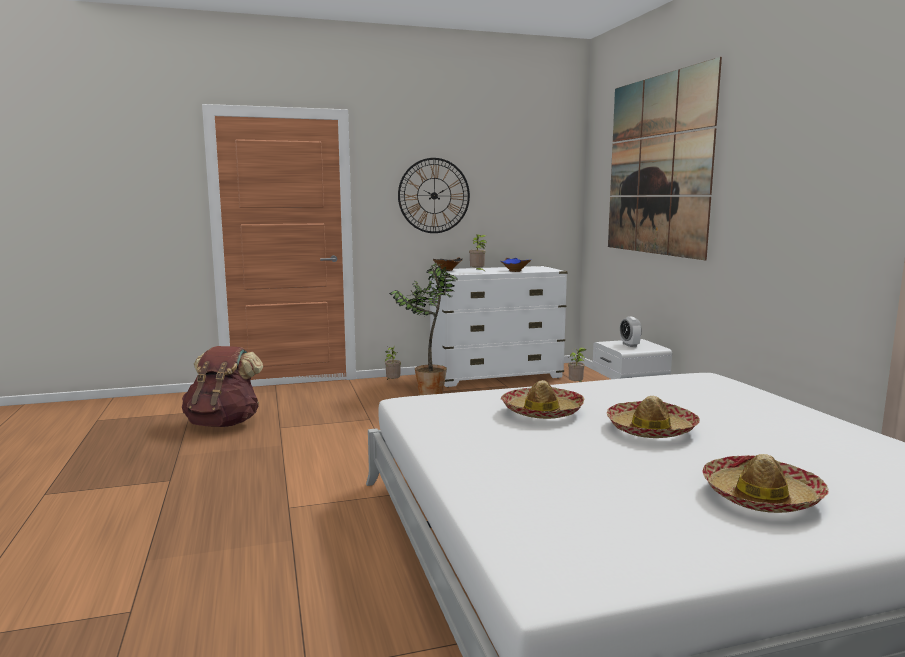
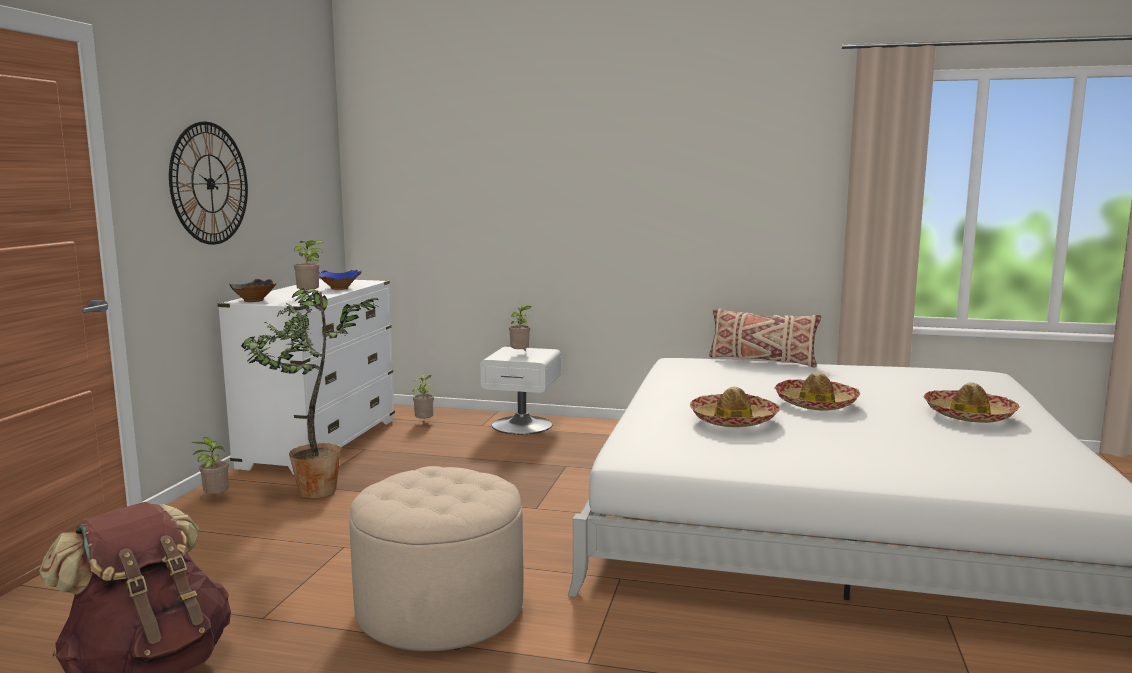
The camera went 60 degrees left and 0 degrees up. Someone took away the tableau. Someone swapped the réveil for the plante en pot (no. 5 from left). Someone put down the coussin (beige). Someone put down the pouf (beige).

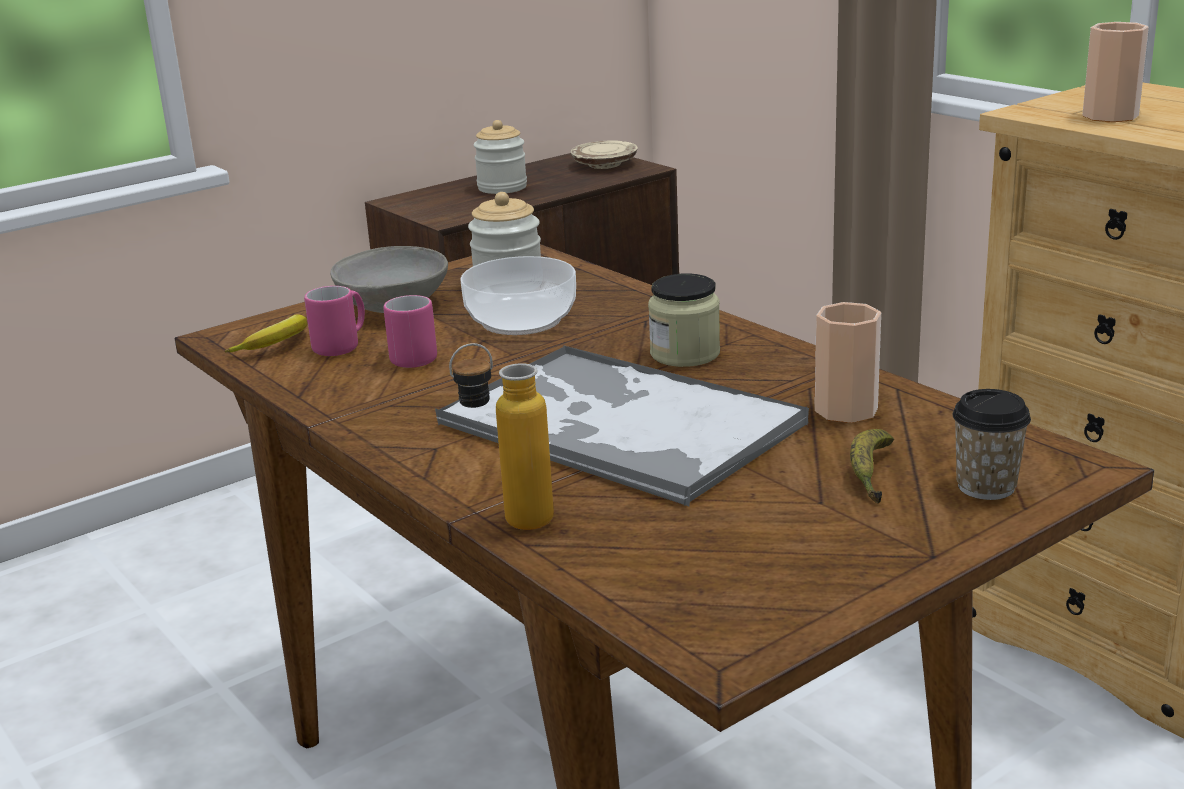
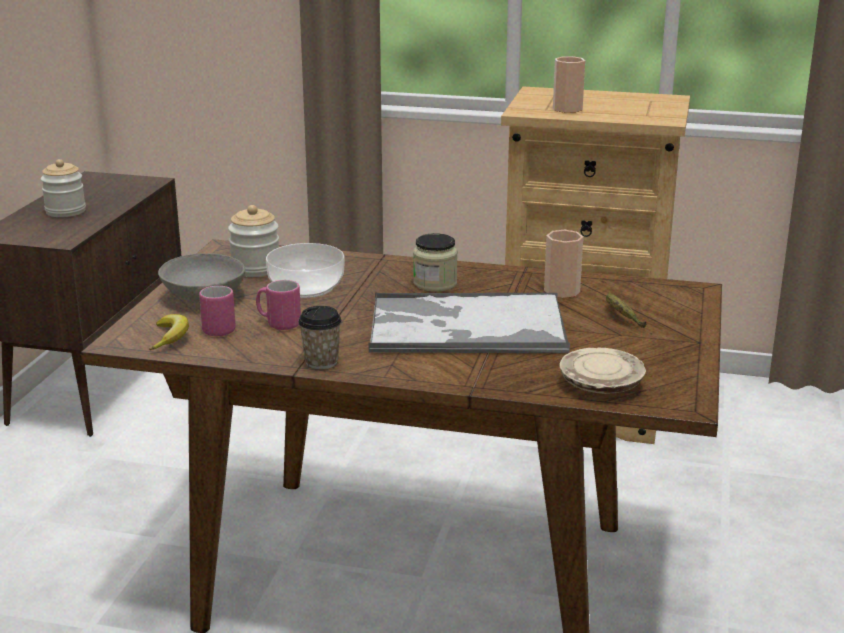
The camera went 40 degrees left and 0 degrees up. Someone carried the assiette (beige). Someone took away the bouteille. Someone carried the tasse (no. 2 from left in the first image).

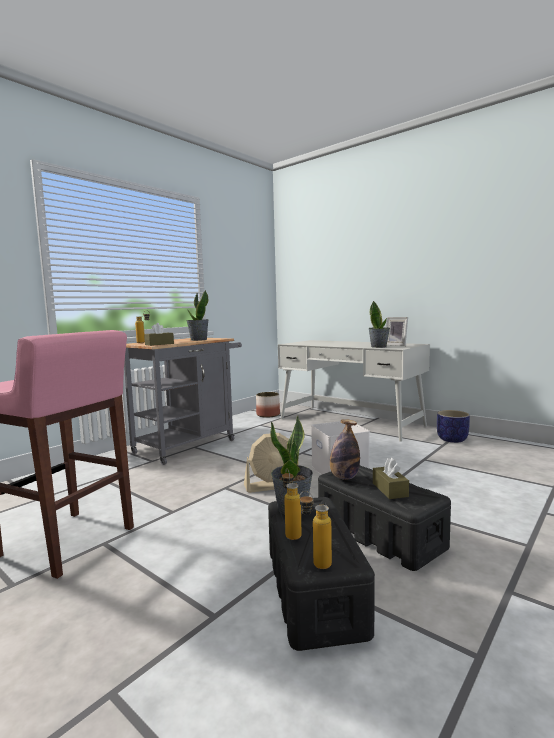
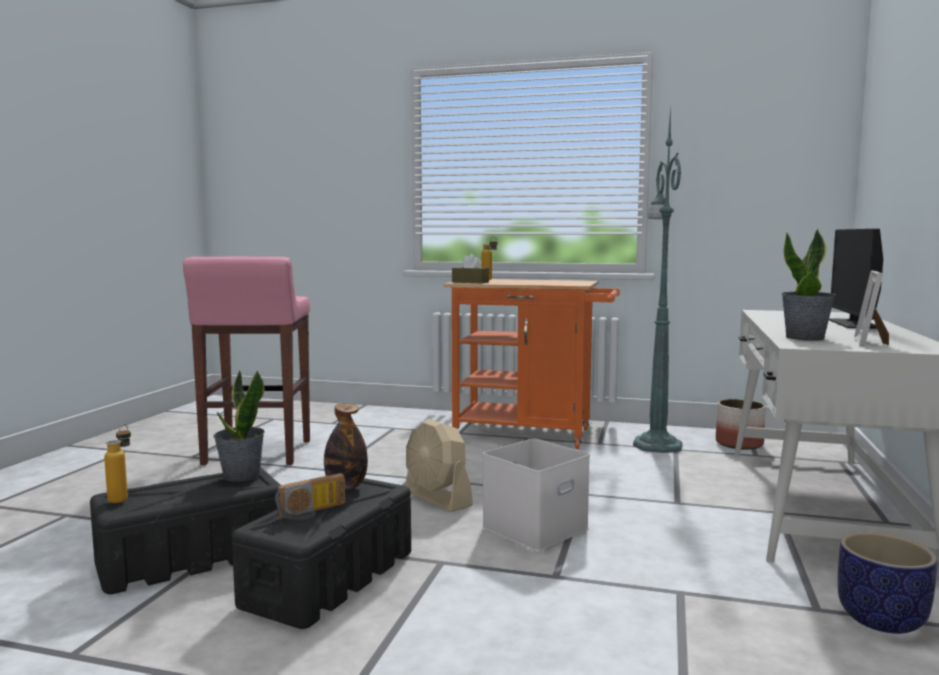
The camera went 65 degrees right and 0 degrees up. Someone took away the plante en pot (no. 1 from left). Someone repainted the chariot (gris), which became the chariot (orange). Someone swapped the boîte à mouchoirs (marron) (no. 2 from left) for the radio. Someone took away the bouteille (no. 2 from left). Someone put down the lampadaire (vert). Someone put down the écran d'ordinateur.

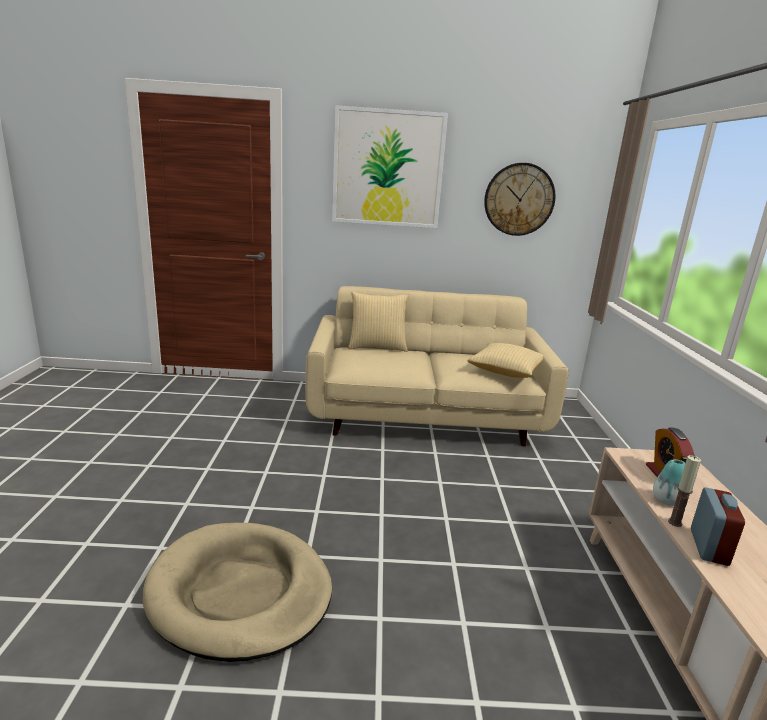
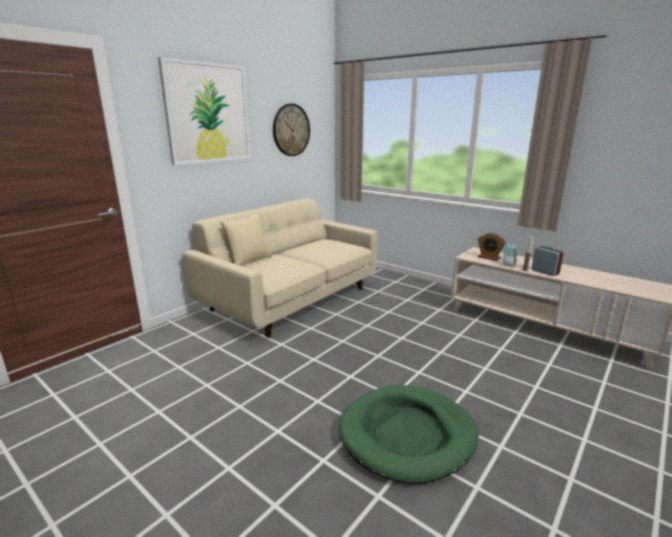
The camera went 50 degrees left and 0 degrees up. Someone took away the coussin (no. 2 from left). Someone repainted the panier pour chien (beige), which became the panier pour chien (vert).

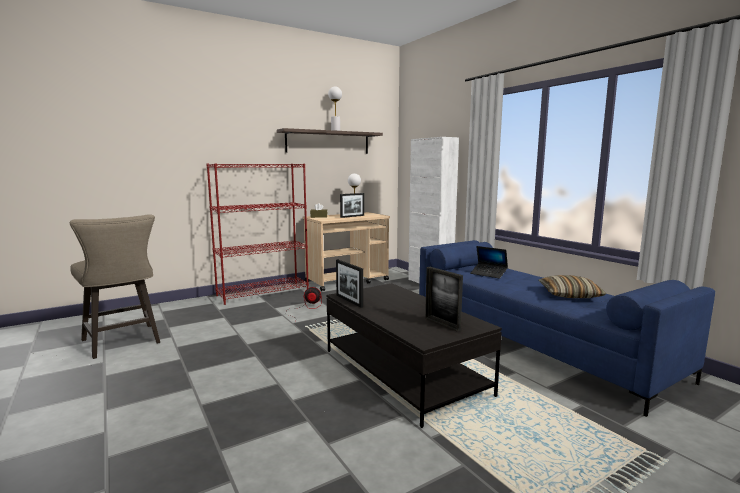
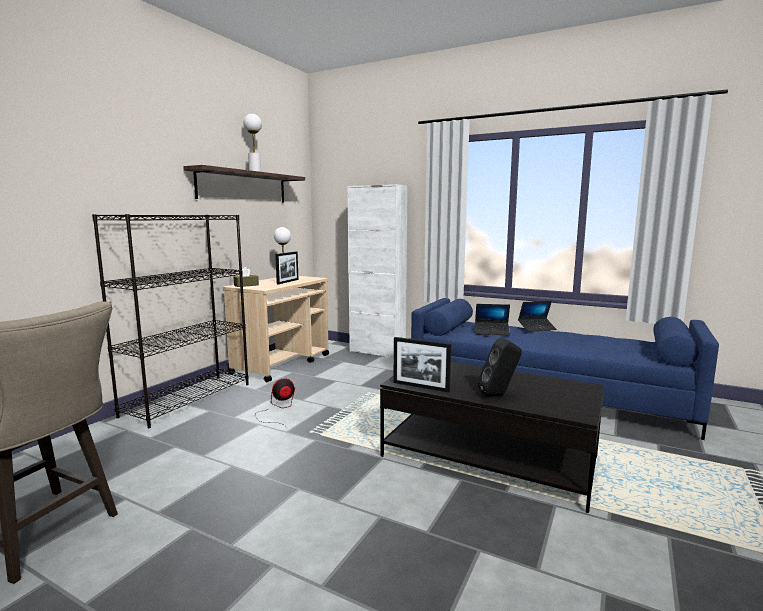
The camera went 30 degrees left and 0 degrees up. Someone repainted the bibliothèque (rouge), which became the bibliothèque (noir). Someone took away the cadre photo (no. 3 from left). Someone took away the coussin. Someone put down the ordinateur portable (no. 2 from left). Someone put down the enceinte (noir).

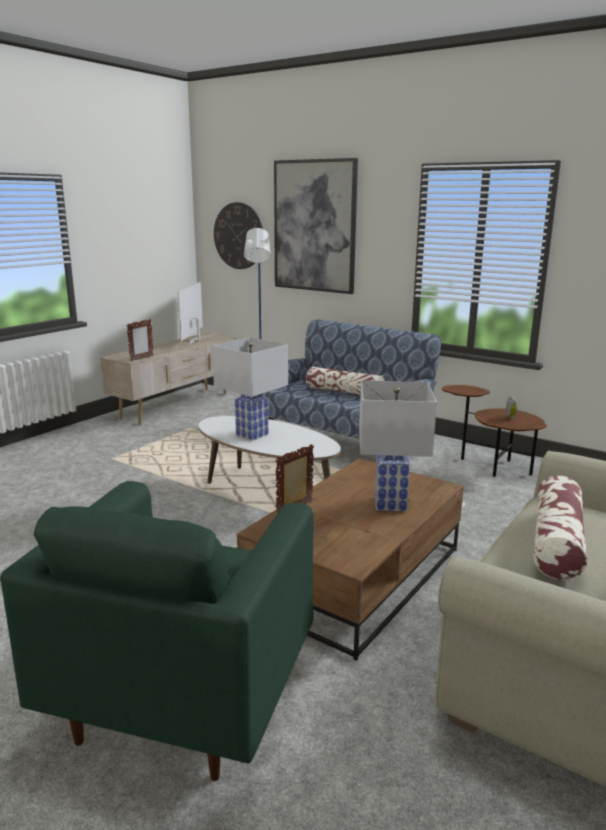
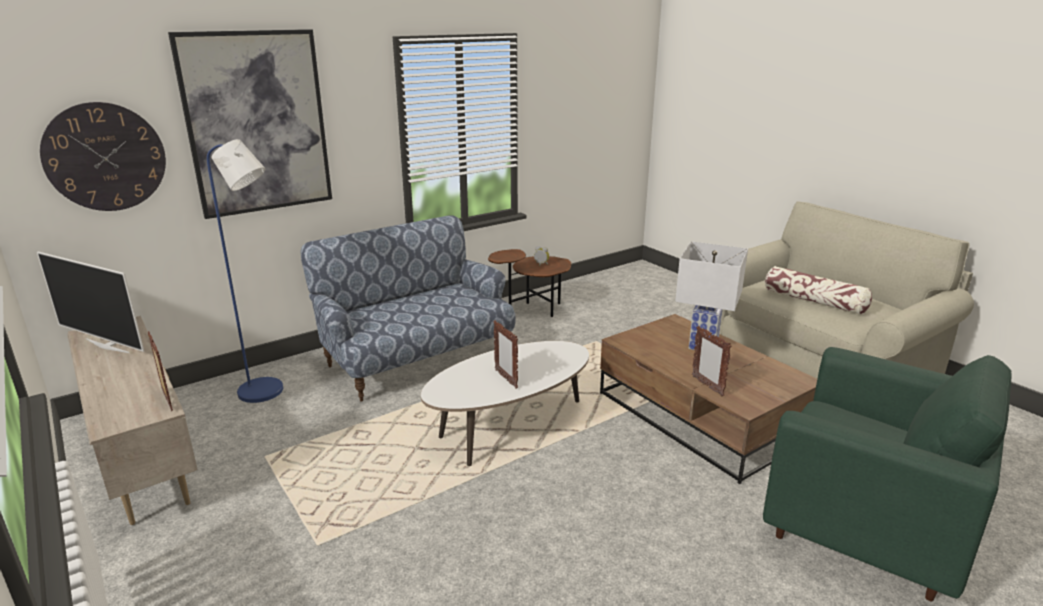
The camera went 70 degrees left and 5 degrees up. Someone swapped the lampe de table (blanc) (no. 1 from left) for the cadre photo (no. 2 from left). Someone took away the coussin (no. 1 from left).

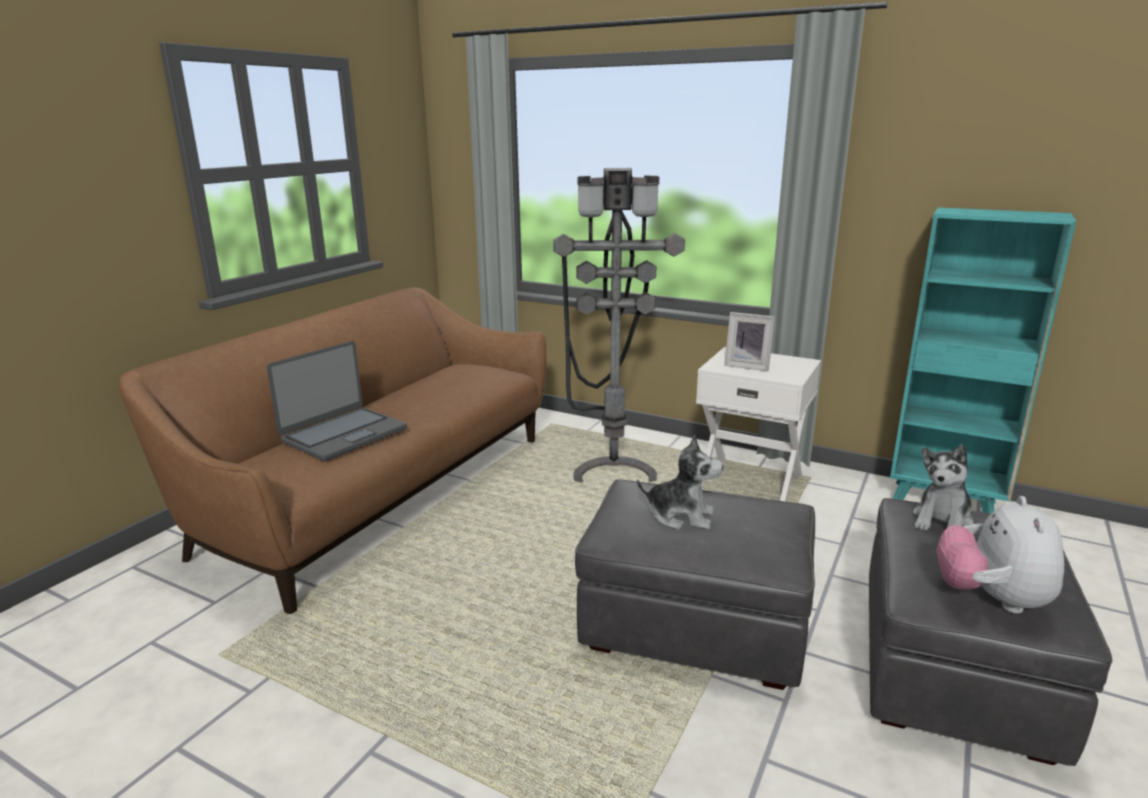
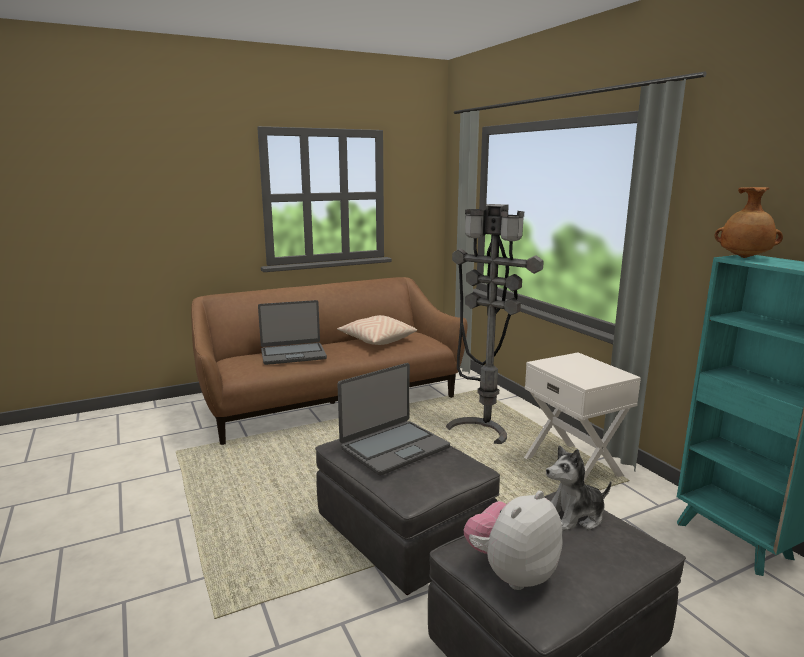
The camera went 35 degrees right and 5 degrees down. Someone took away the cadre photo. Someone swapped the peluche (no. 1 from left) for the ordinateur portable (no. 2 from left). Someone put down the vase (marron). Someone put down the coussin (beige).

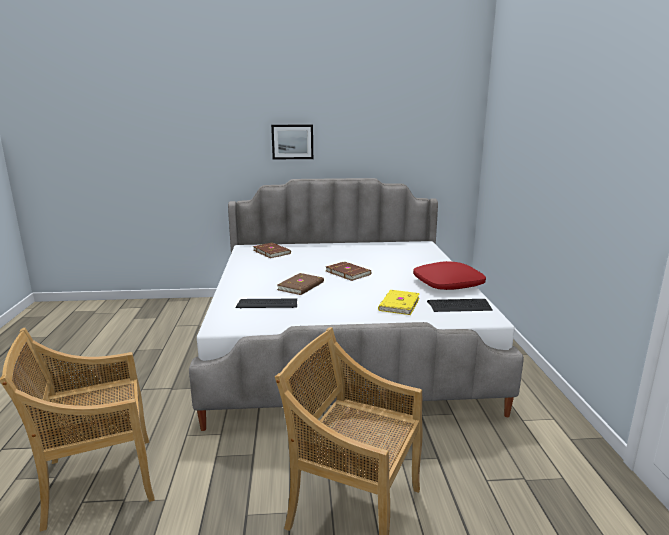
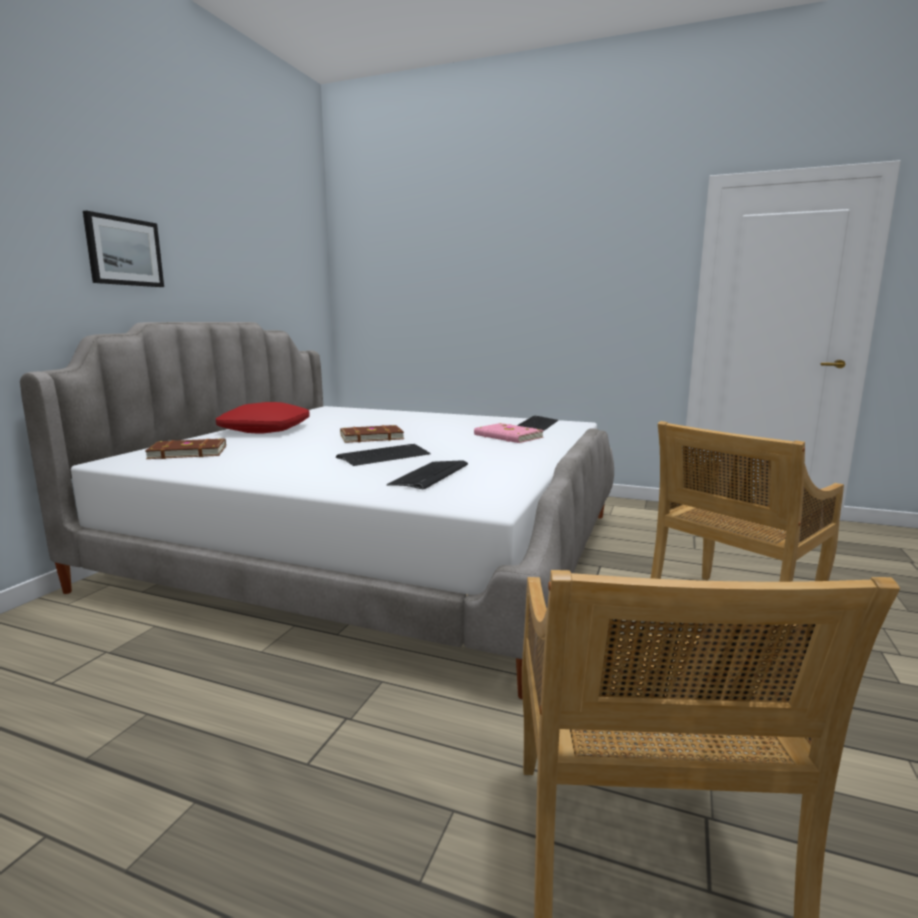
The camera went 65 degrees left and 5 degrees down. Someone carried the coussin (rouge). Someone swapped the livre (marron) (no. 2 from left) for the clavier (no. 1 from left). Someone repainted the livre (jaune), which became the livre (rose).

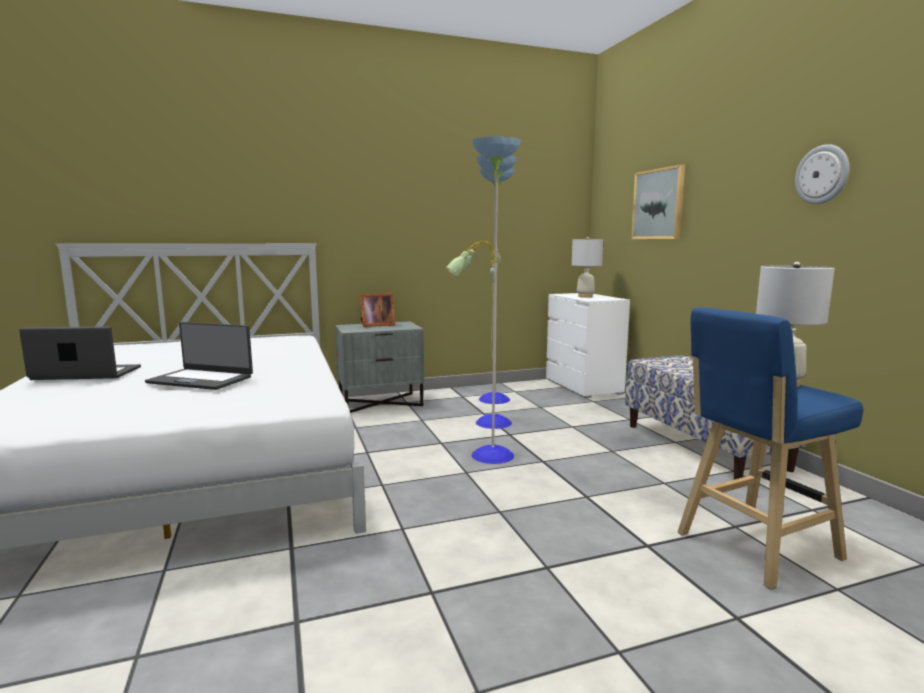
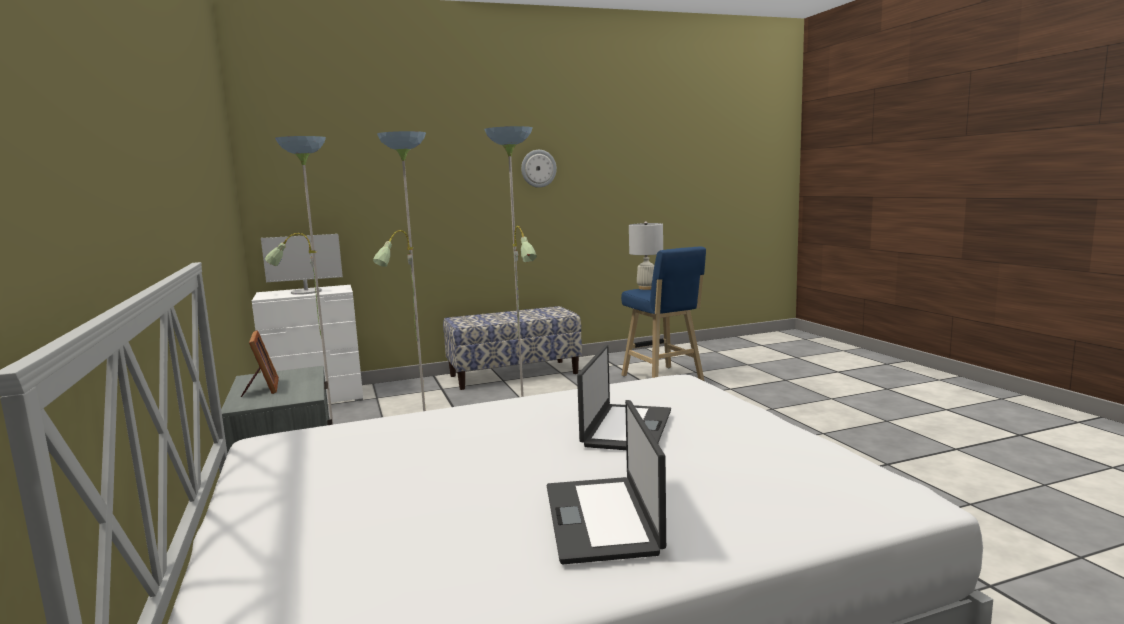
The camera went 90 degrees left and 0 degrees up. Someone took away the tableau. Someone swapped the lampe de table (blanc) (no. 1 from left) for the écran d'ordinateur.

